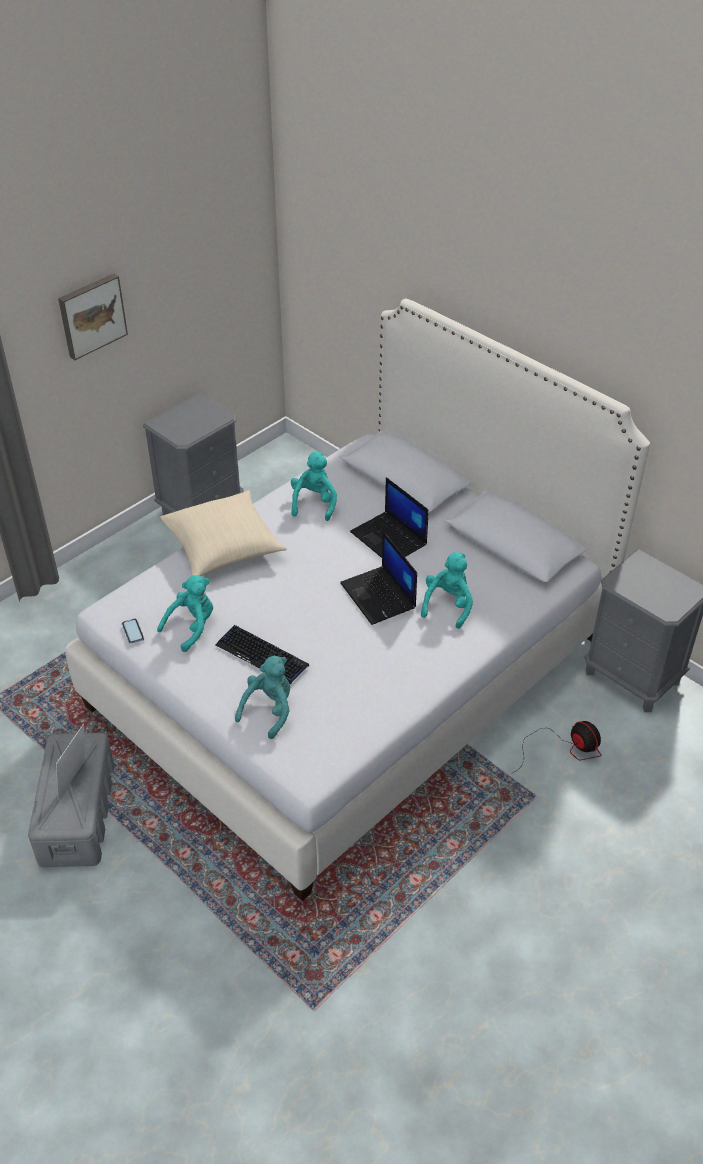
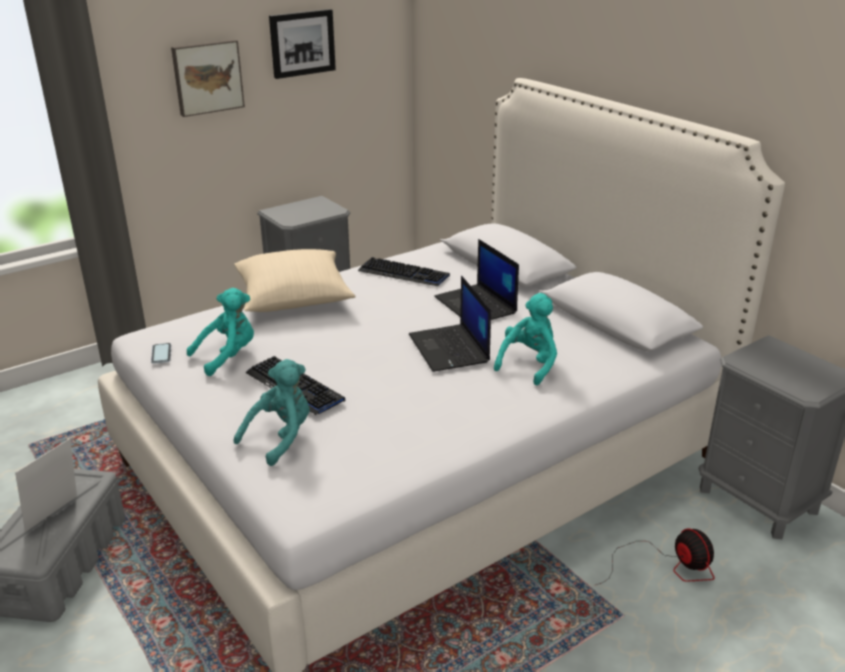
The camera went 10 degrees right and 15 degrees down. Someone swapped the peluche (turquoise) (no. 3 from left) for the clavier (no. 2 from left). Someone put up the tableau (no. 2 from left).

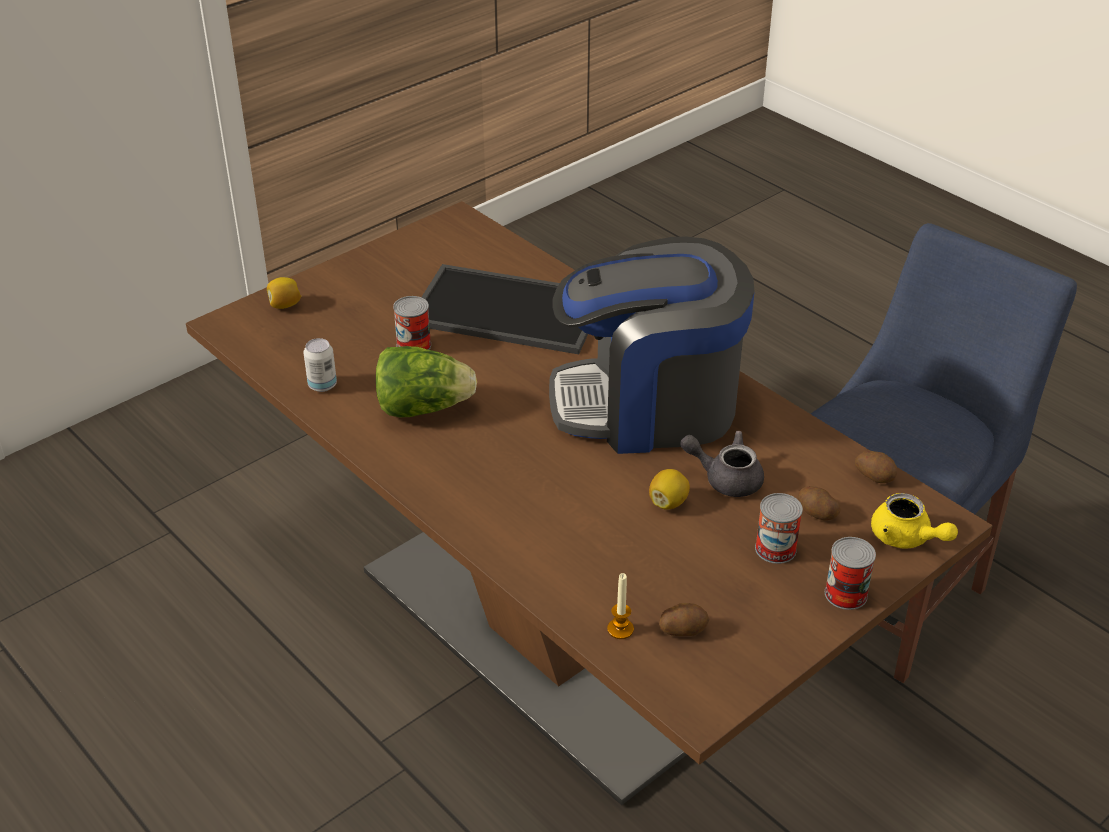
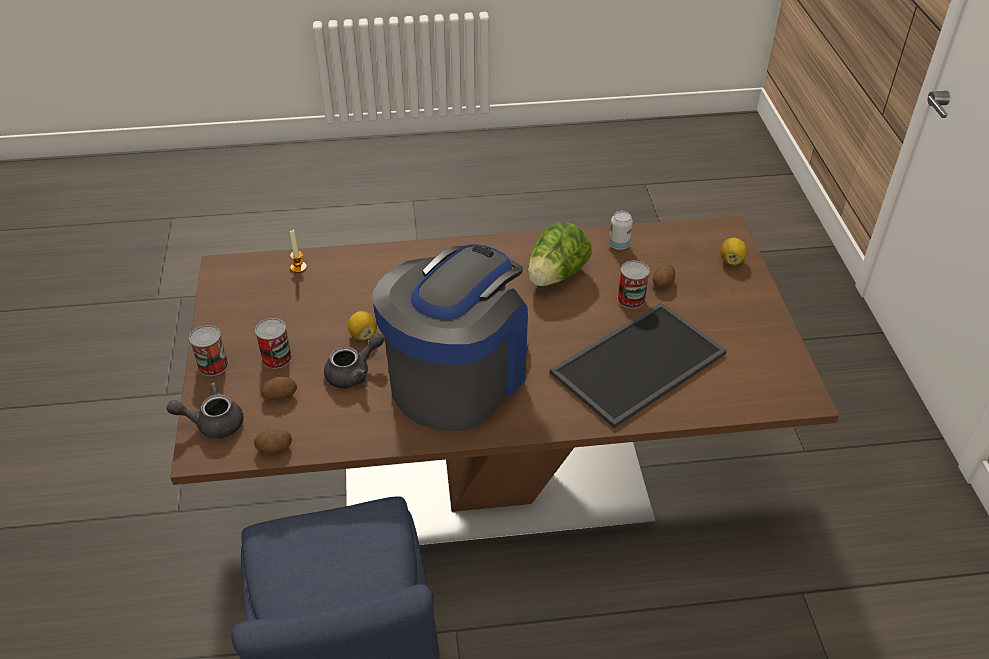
The camera went 125 degrees right and 5 degrees up. Someone repainted the théière (jaune), which became the théière (gris) (no. 1 from left). Someone carried the pomme de terre (no. 1 from left in the first image).

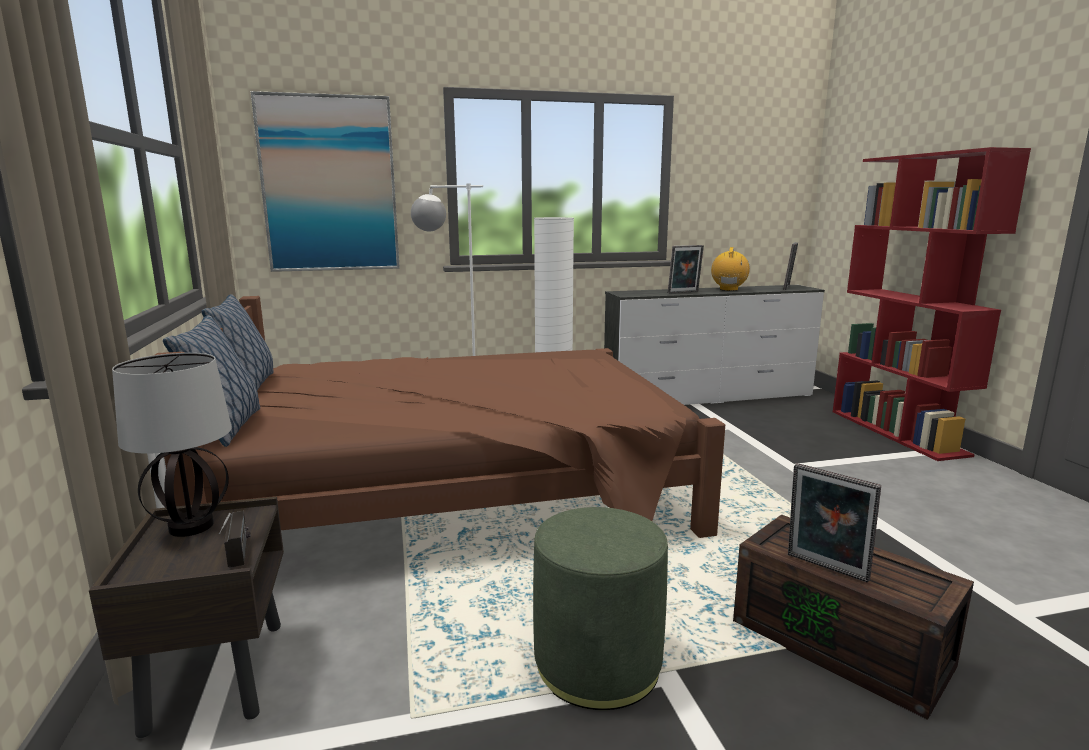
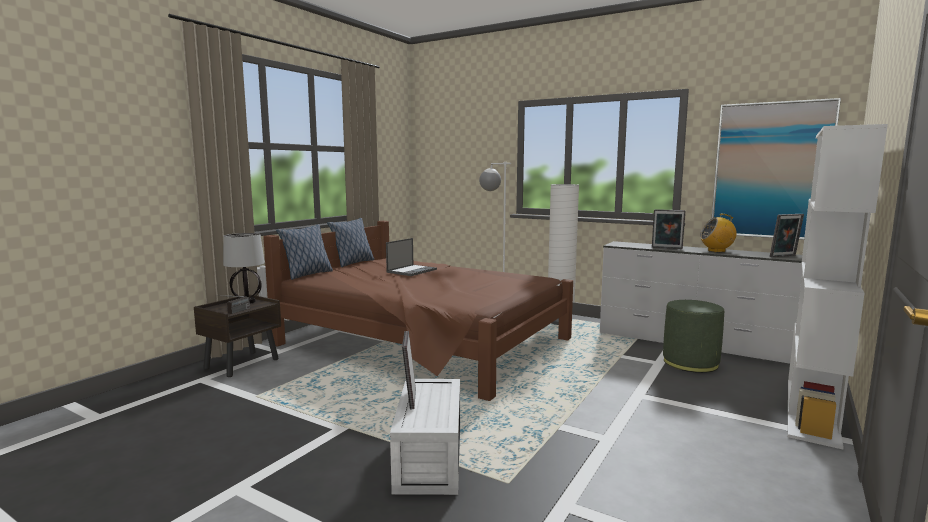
The camera went 45 degrees right and 5 degrees down. Someone carried the tableau. Someone repainted the bibliothèque (rouge), which became the bibliothèque (blanc). Someone rotated the radio (no. 2 from left) by 150 degrees counterclockwise. Someone carried the pouf (vert). Someone repainted the boîte de rangement (marron), which became the boîte de rangement (blanc). Someone put down the ordinateur portable.

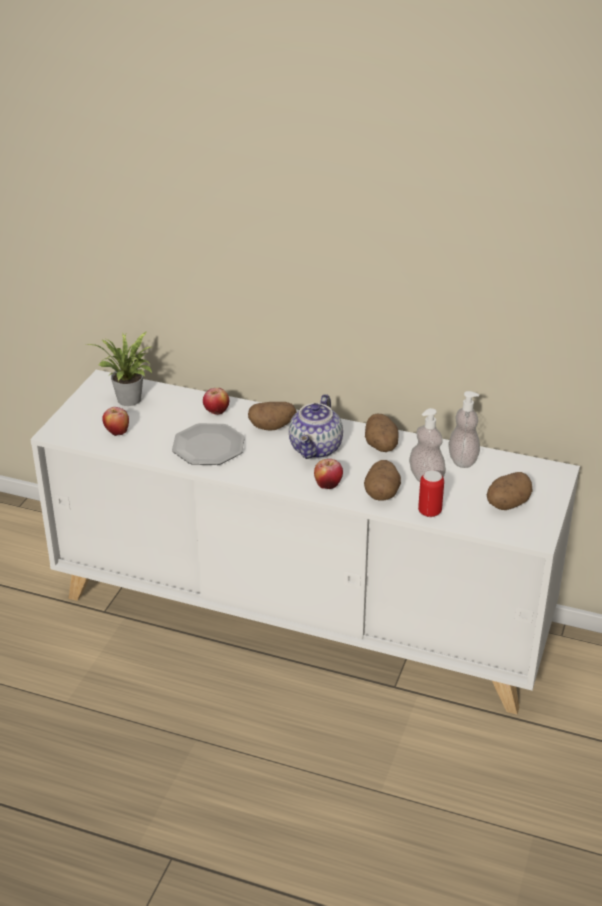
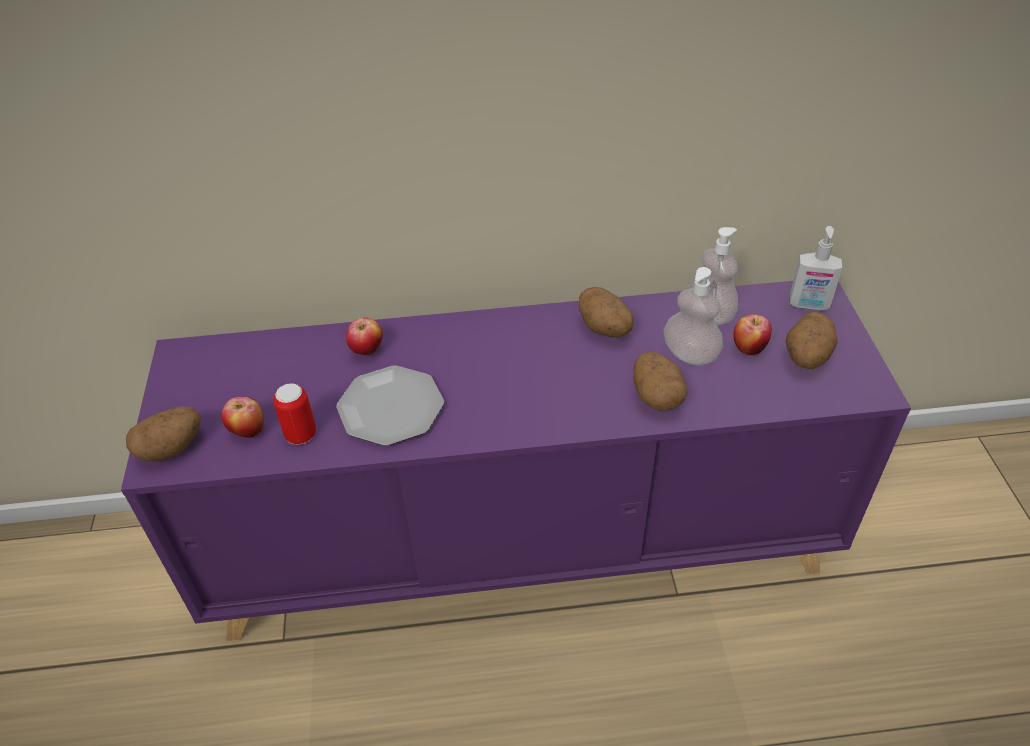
The camera went 25 degrees left and 10 degrees up. Someone took away the plante en pot. Someone repainted the meuble de rangement (blanc), which became the meuble de rangement (violet). Someone took away the théière. Someone carried the pomme de terre (no. 1 from left). Someone carried the pomme (no. 3 from left). Someone carried the boîte métallique. Someone put down the distributeur de savon (no. 3 from left).

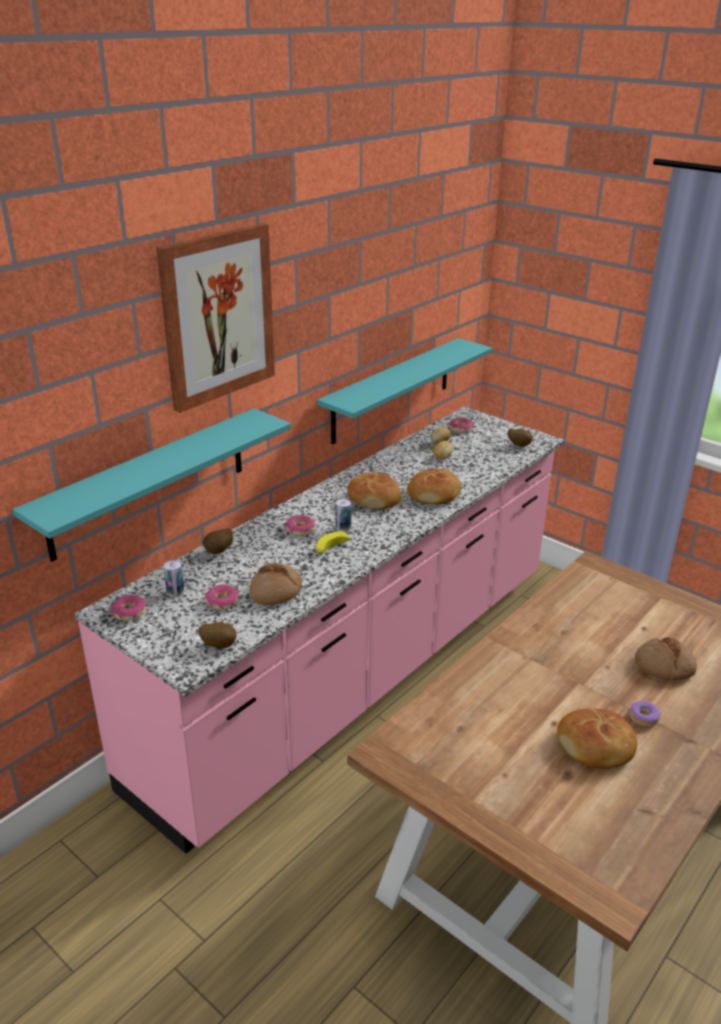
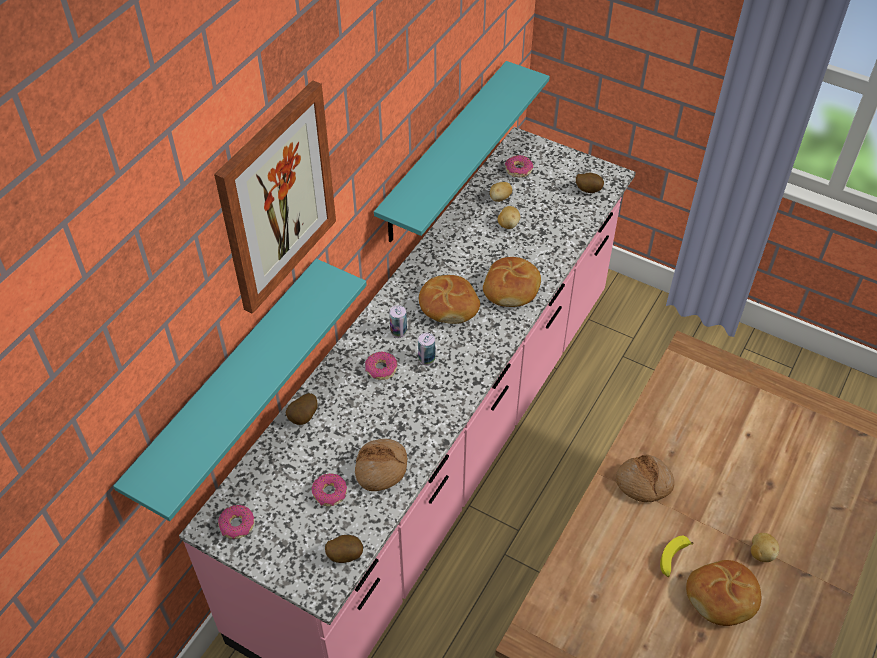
The camera went 10 degrees left and 20 degrees up. Someone carried the banane. Someone carried the boîte métallique (no. 1 from left). Someone carried the pain (no. 5 from left in the first image). Someone swapped the beignet (no. 5 from left) for the pomme de terre (no. 6 from left).

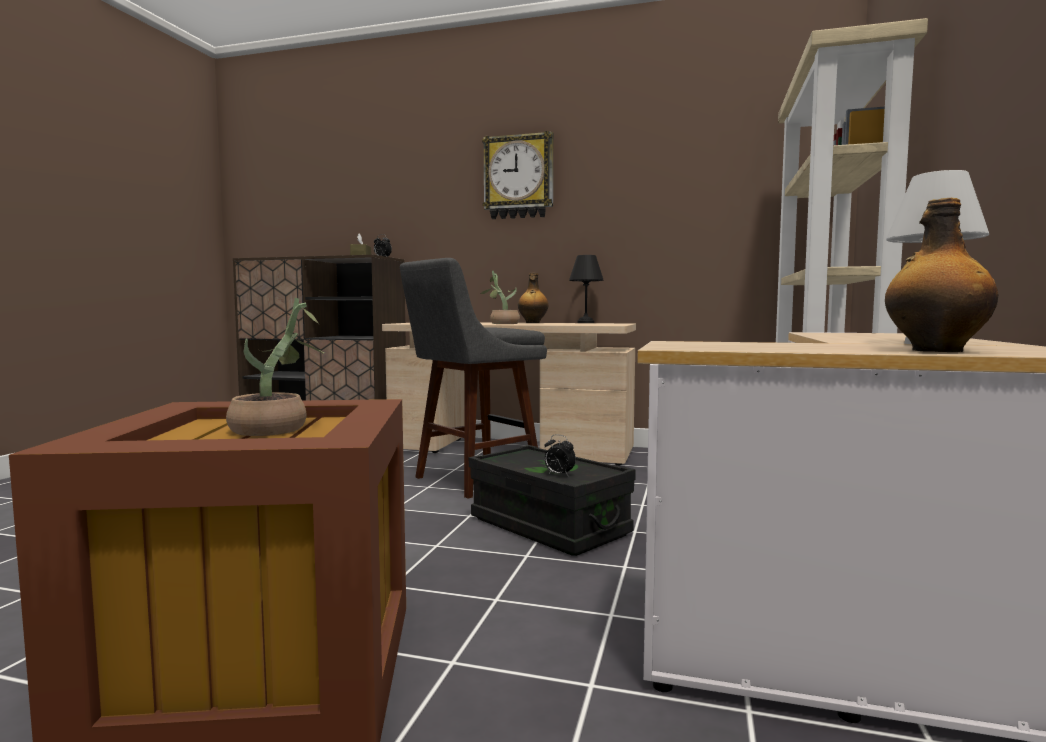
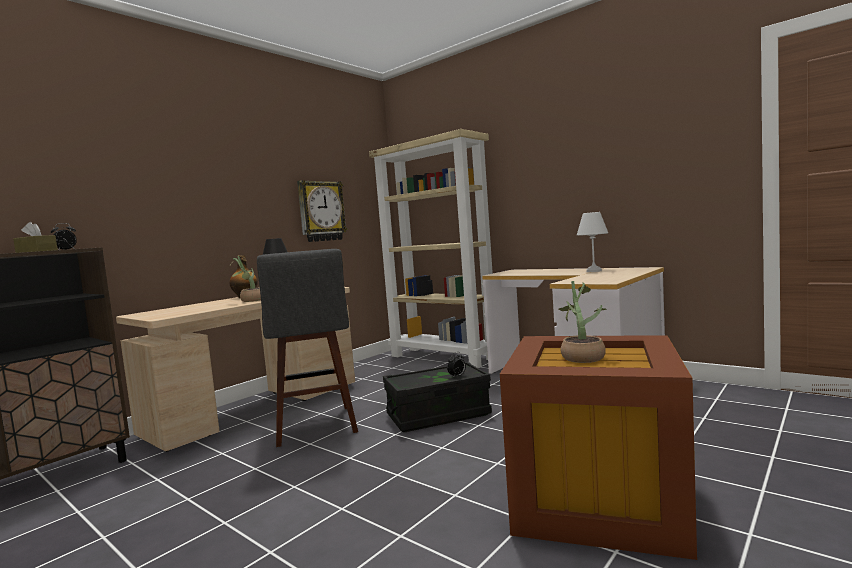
The camera went 65 degrees left and 0 degrees up. Someone carried the horloge murale. Someone took away the bouteille (no. 2 from left).

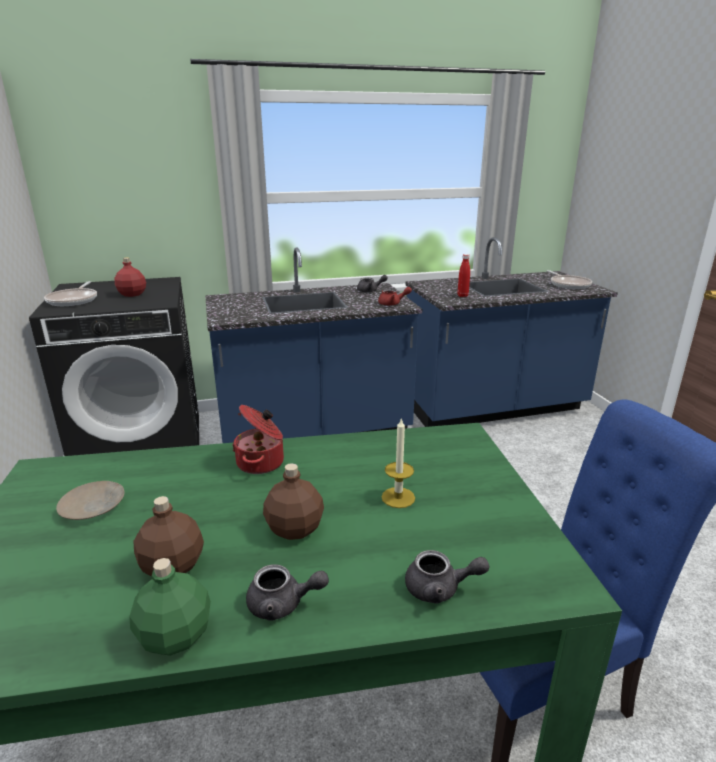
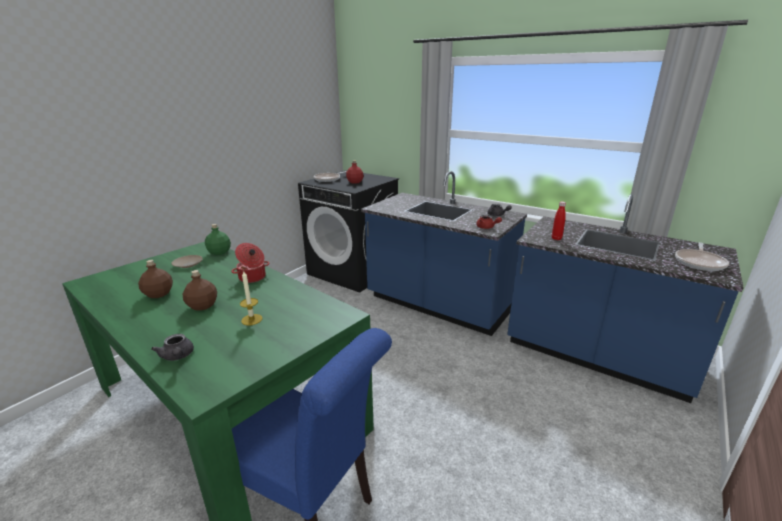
The camera went 50 degrees right and 0 degrees up. Someone carried the bouteille (vert). Someone took away the théière (gris) (no. 1 from left).

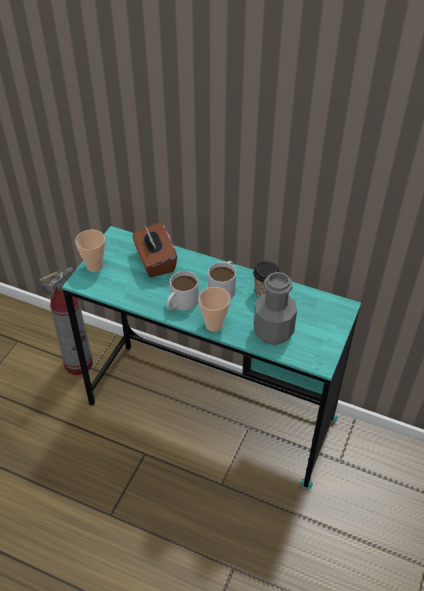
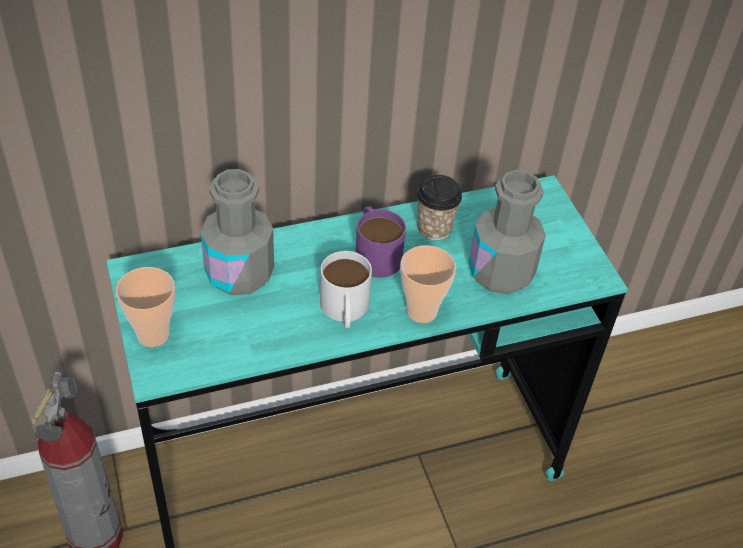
The camera went 45 degrees left and 0 degrees up. Someone swapped the boîte à mouchoirs (marron) for the bouteille (gris) (no. 1 from left). Someone repainted the mug (blanc) (no. 2 from left), which became the mug (violet).

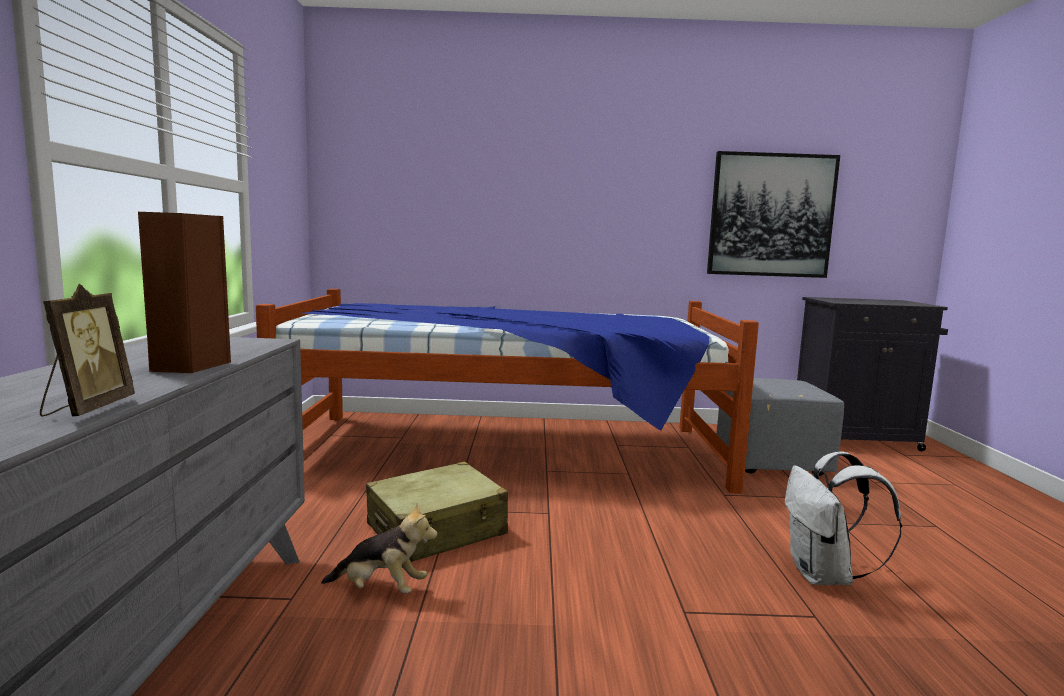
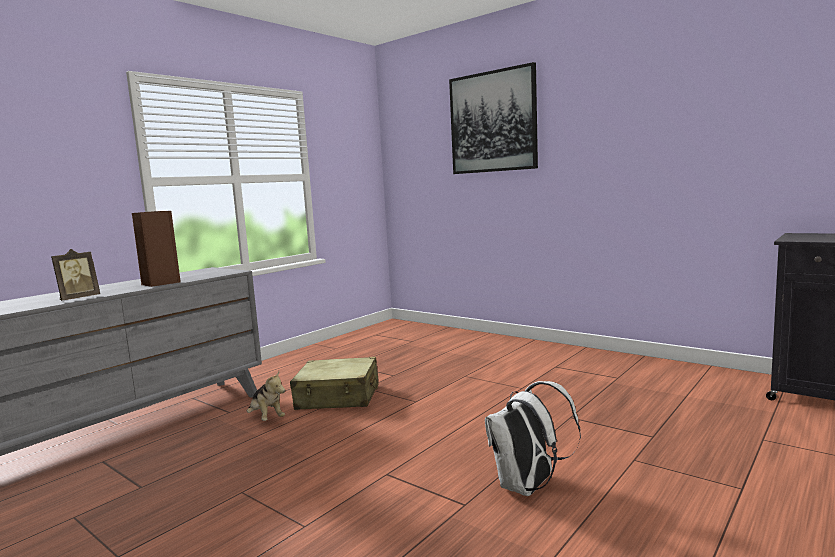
The camera went 40 degrees right and 0 degrees up. Someone carried the tableau. Someone took away the lit. Someone took away the pouf (gris).

